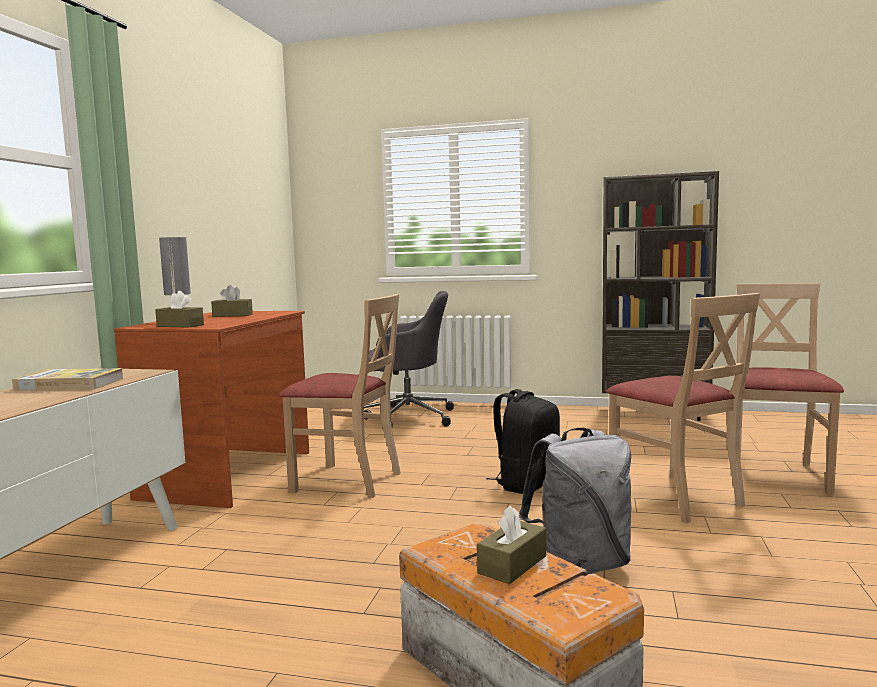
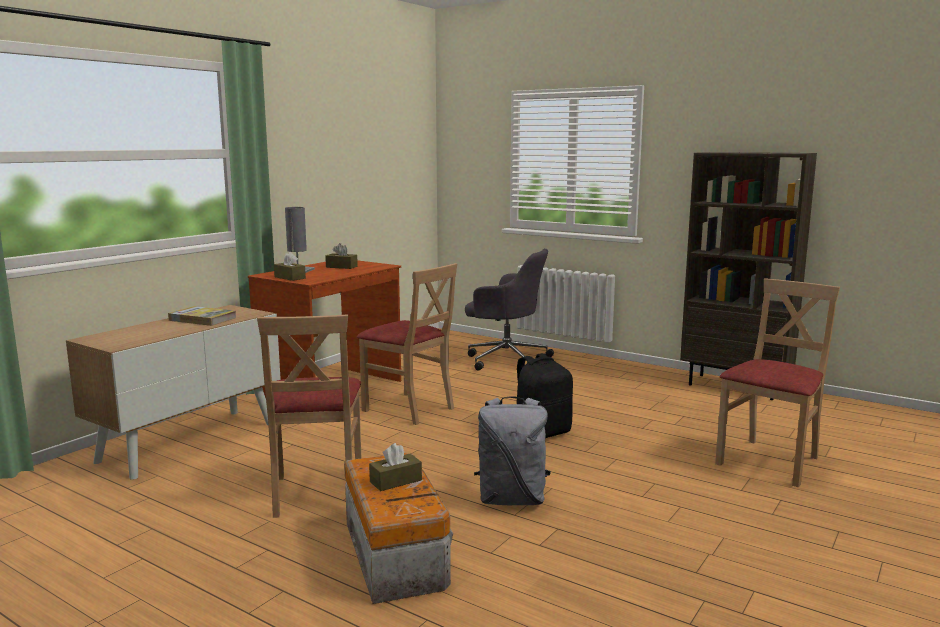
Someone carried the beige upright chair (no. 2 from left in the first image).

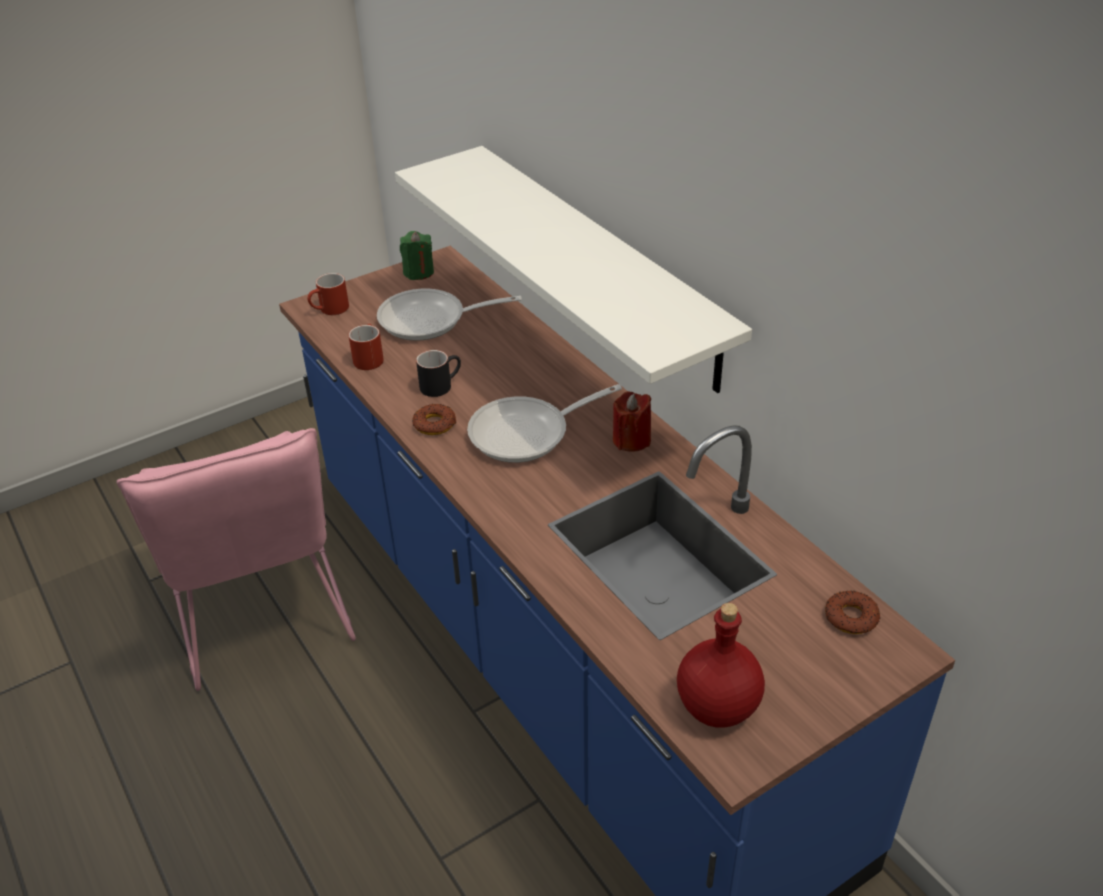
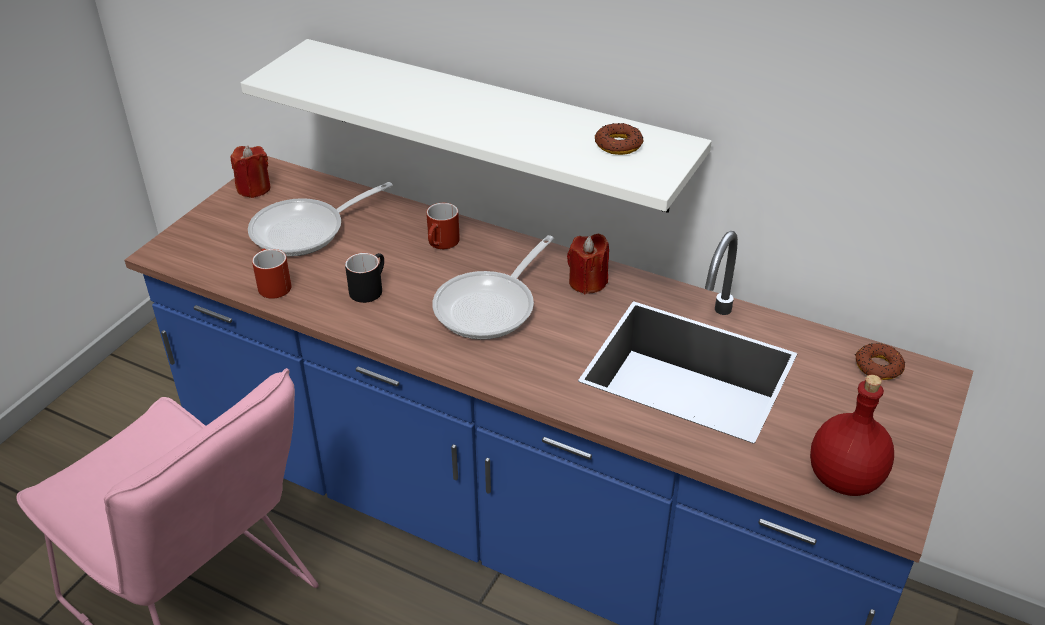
Someone carried the reddish coffee mug (no. 1 from left in the first image).
Someone repainted the green-coloured wax candle, which became the reddish wax candle (no. 1 from left).
Someone carried the donut (no. 1 from left).

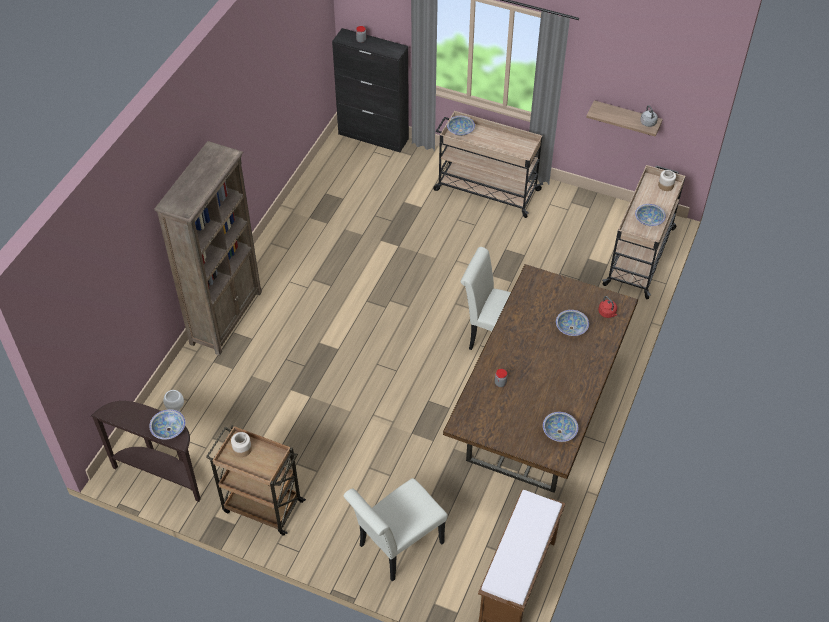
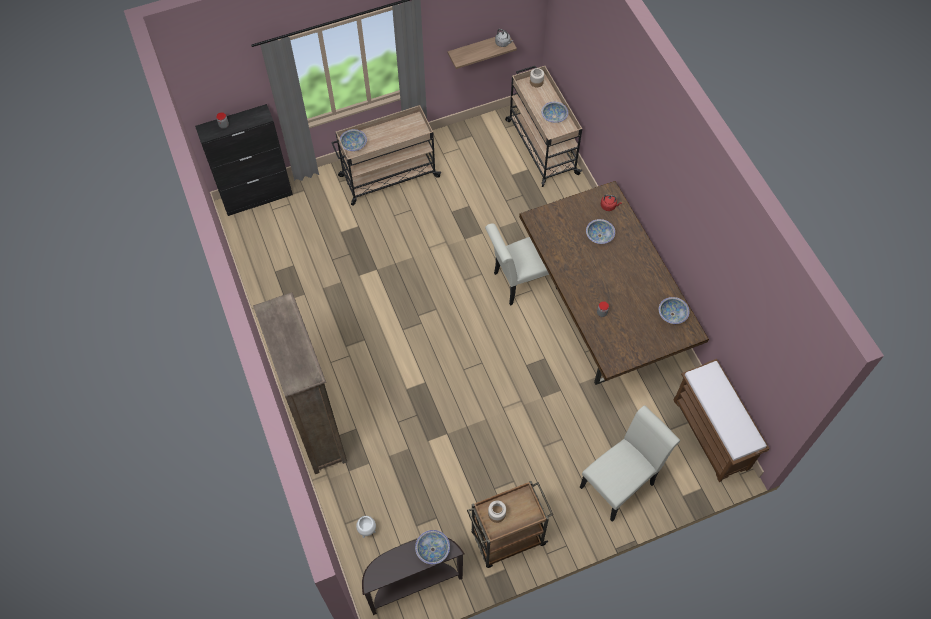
Someone rotated the whitish upright chair (no. 1 from left in the first image) by 135 degrees counterclockwise.

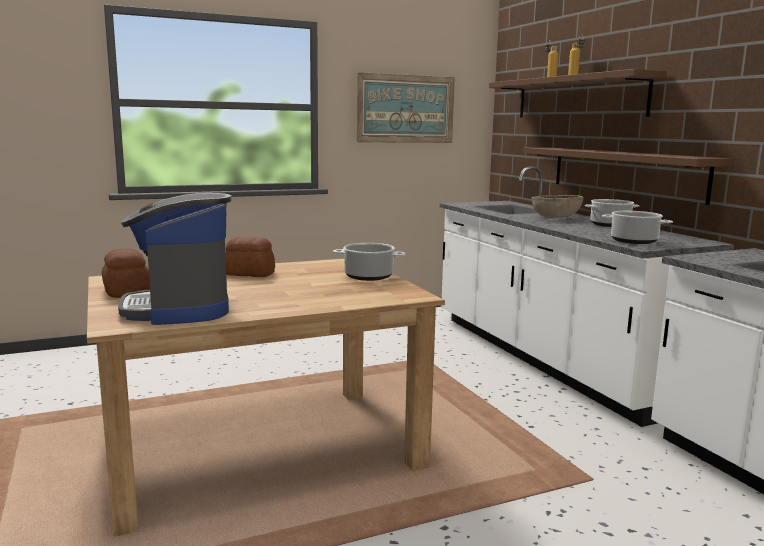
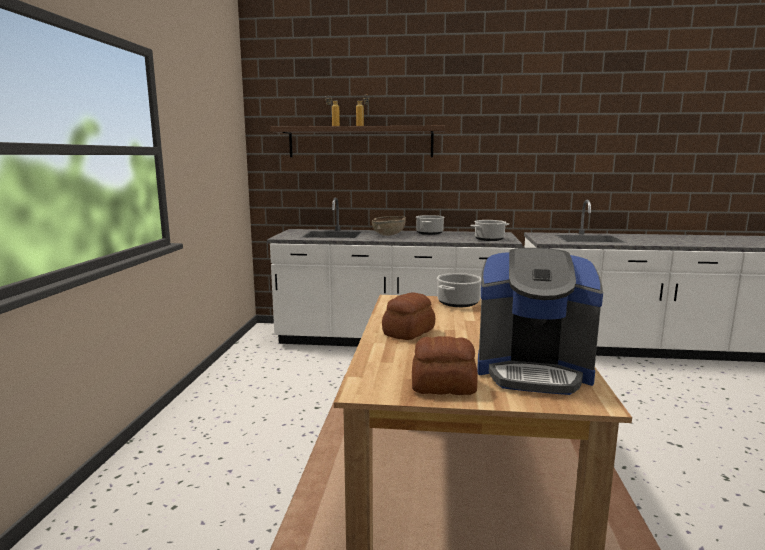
Someone took away the picture.
Someone took away the brown wall shelf (no. 2 from left).

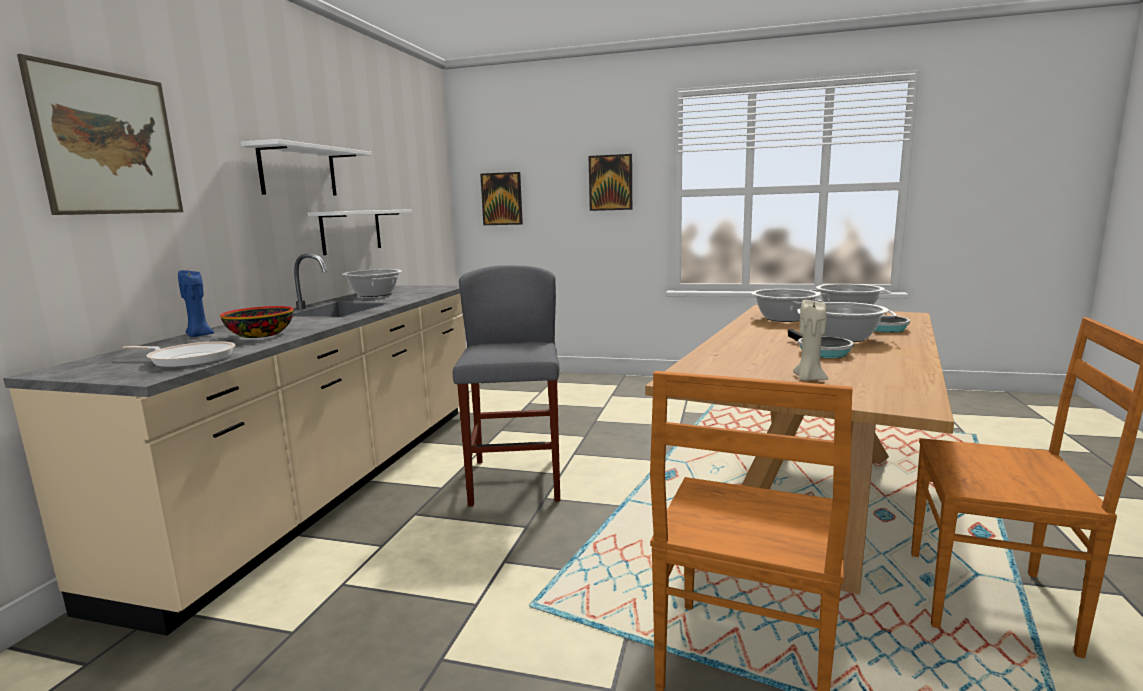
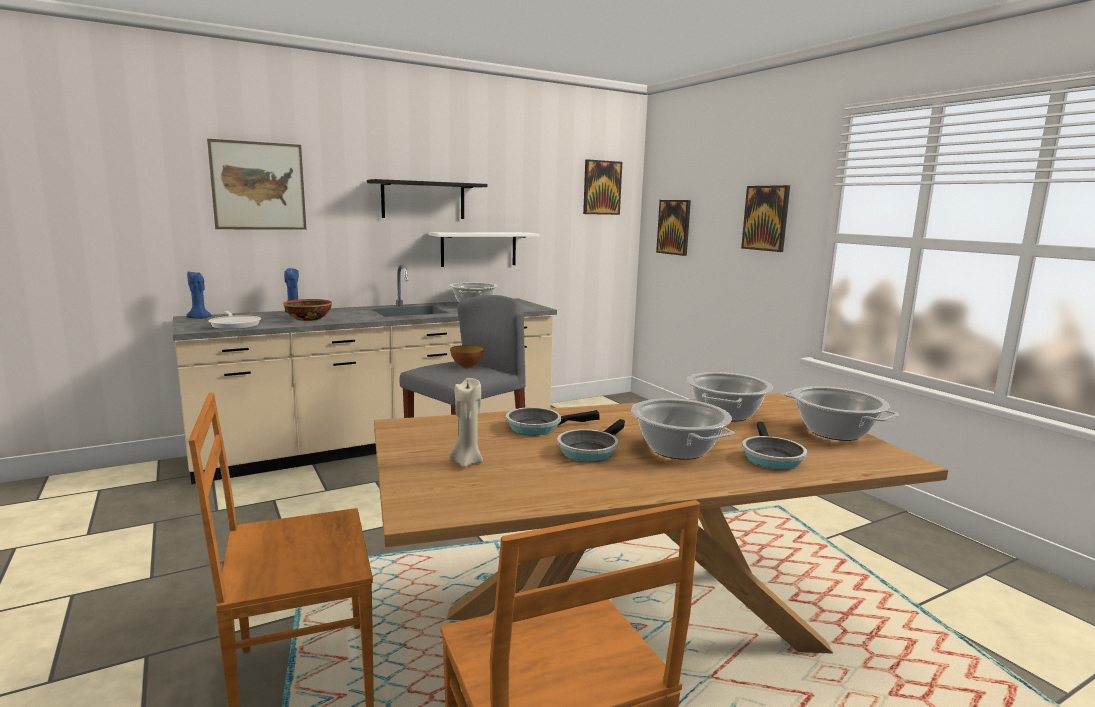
Someone repainted the whitish wall shelf (no. 1 from left), which became the black-coloured wall shelf.
Someone put down the blue-coloured wax candle (no. 1 from left).
Someone put down the bowl (no. 2 from left).
Someone put down the skillet (no. 2 from left).
Someone put up the picture (no. 2 from left).

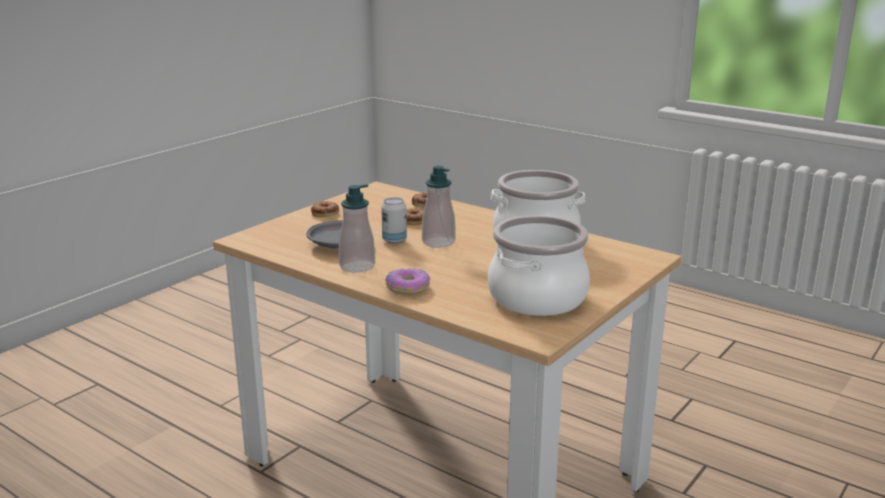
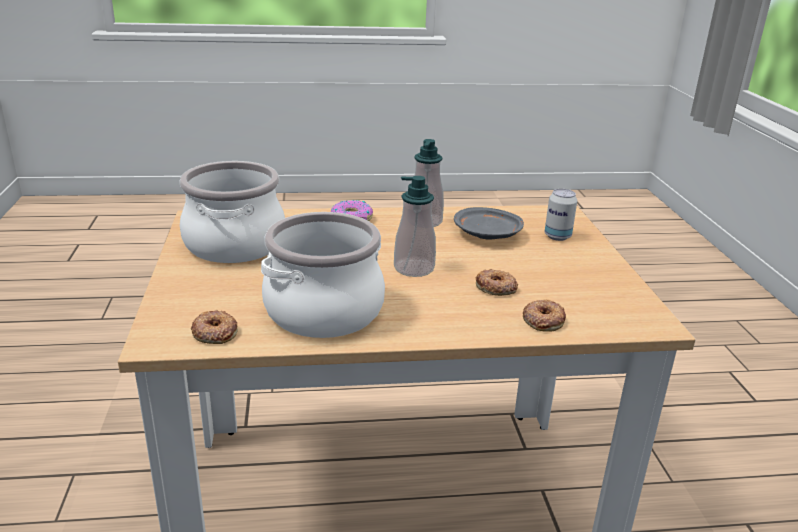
Someone carried the donut (no. 1 from left).
Someone carried the sealed can.

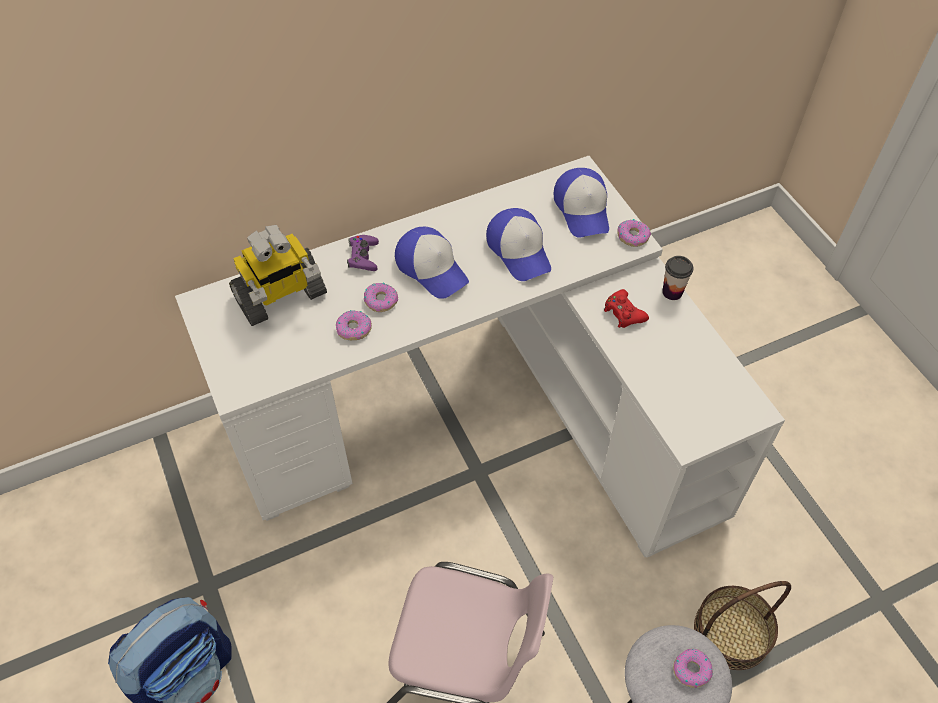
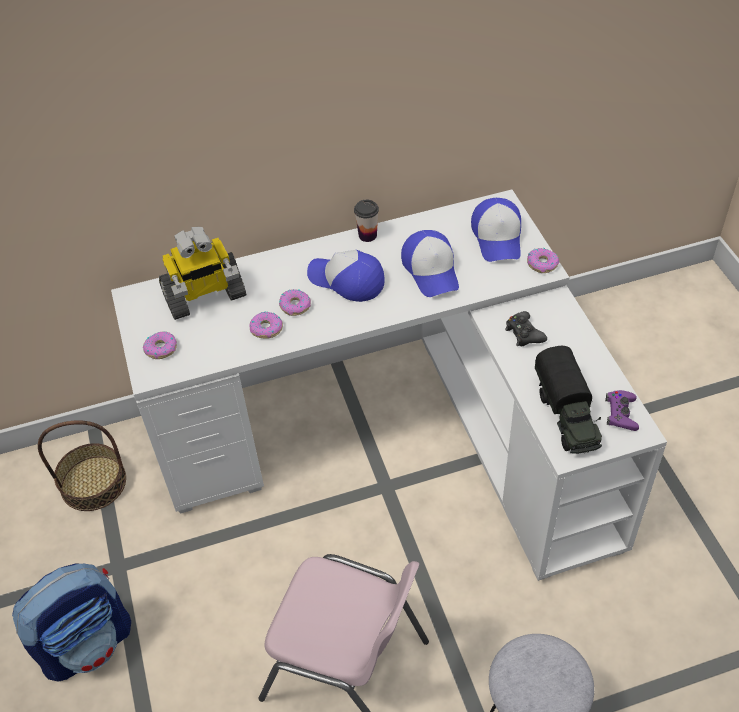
Someone carried the purple game controller.
Someone rotated the peaked cap (no. 1 from left) by 150 degrees clockwise.
Someone repainted the reddish game controller, which became the black-coloured game controller.
Someone carried the small cup.
Someone carried the donut (no. 4 from left in the first image).
Someone carried the storage basket.
Someone put down the toy lorry.

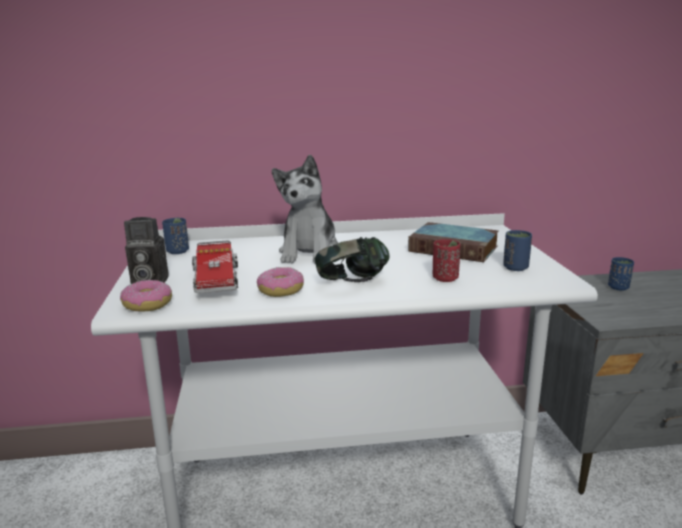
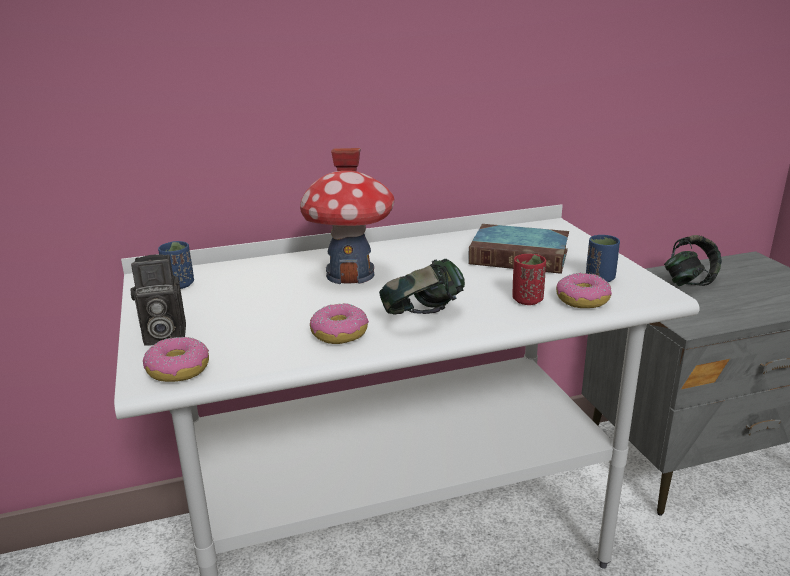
Someone took away the toy lorry.
Someone swapped the cuddly toy for the toy house.
Someone swapped the blue-coloured small cup (no. 3 from left) for the pair of headphones (no. 2 from left).
Someone put down the donut (no. 3 from left).

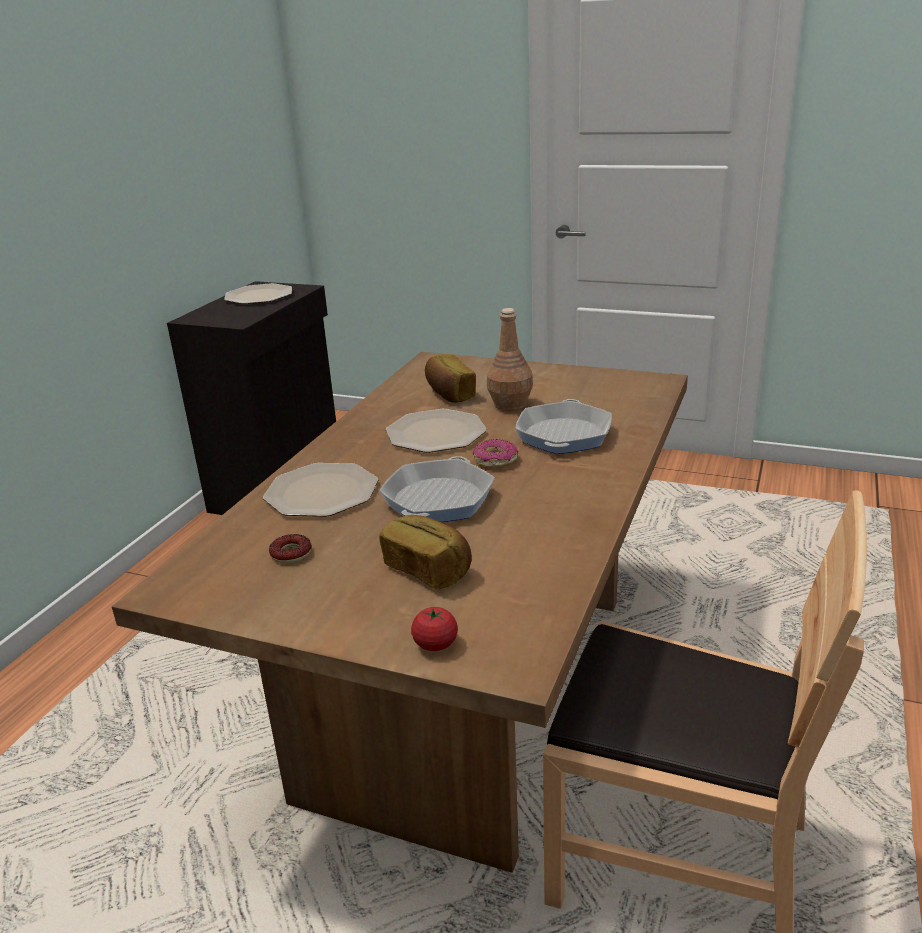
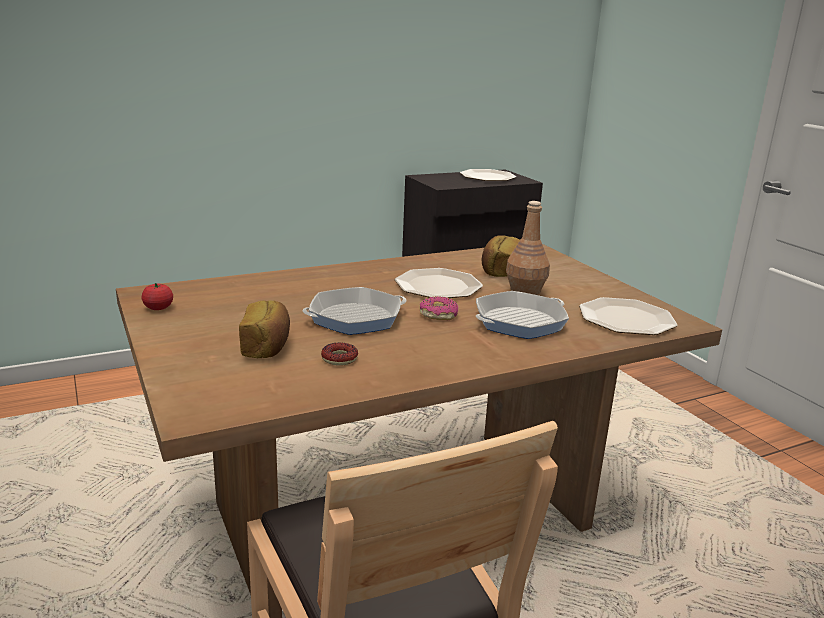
Someone carried the flat dish (no. 2 from left in the first image).
Someone carried the donut (no. 1 from left).
Someone carried the whole tomato.

